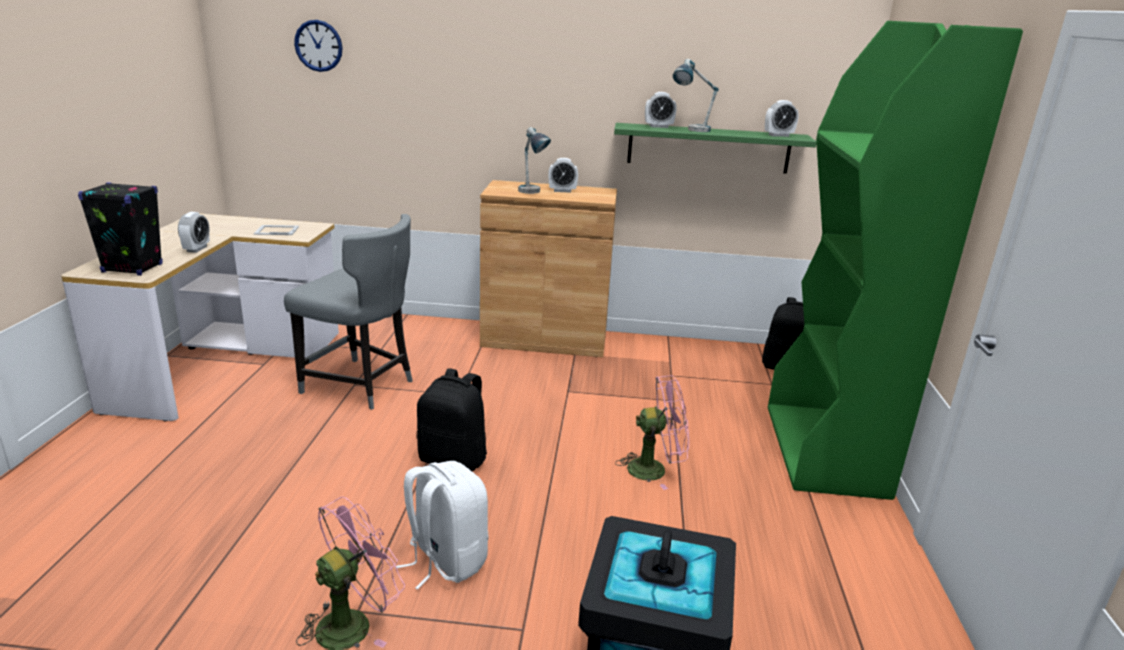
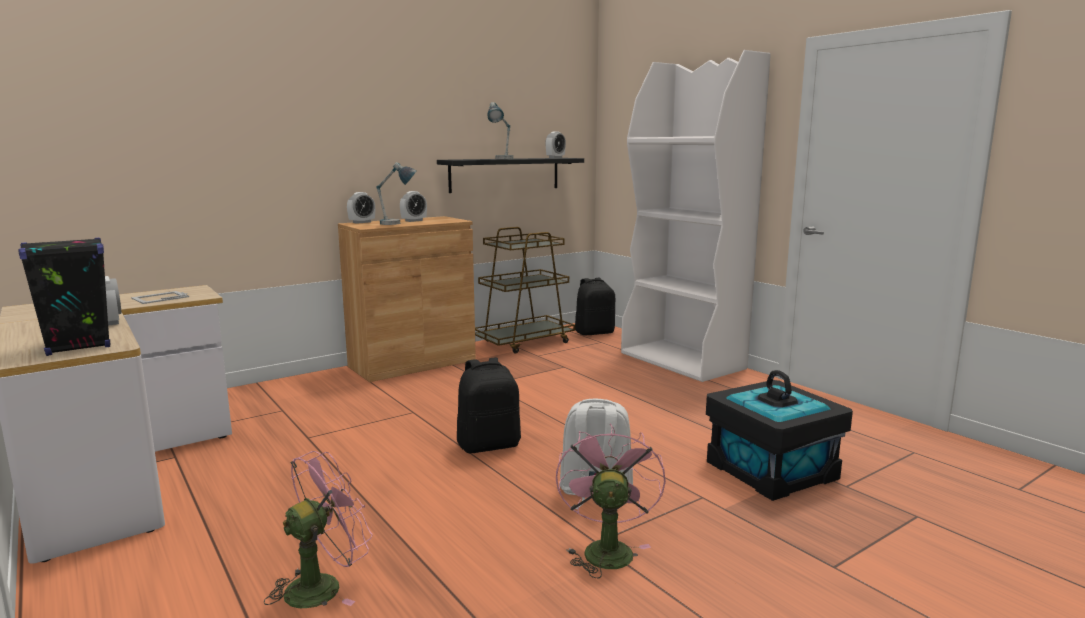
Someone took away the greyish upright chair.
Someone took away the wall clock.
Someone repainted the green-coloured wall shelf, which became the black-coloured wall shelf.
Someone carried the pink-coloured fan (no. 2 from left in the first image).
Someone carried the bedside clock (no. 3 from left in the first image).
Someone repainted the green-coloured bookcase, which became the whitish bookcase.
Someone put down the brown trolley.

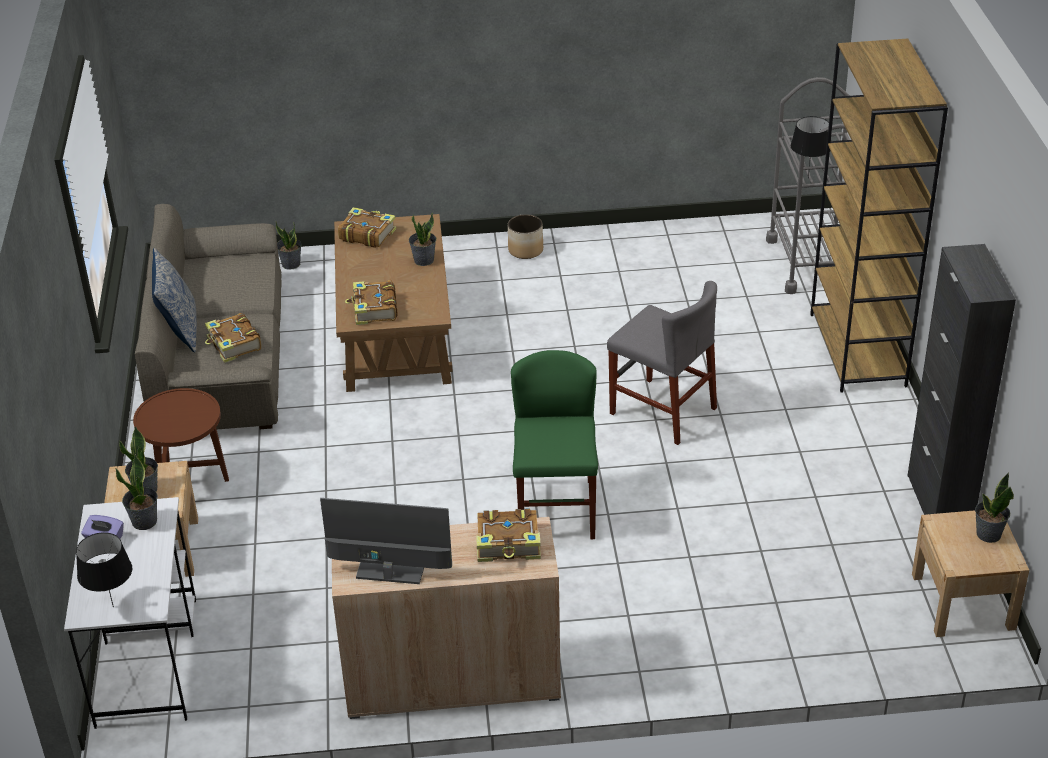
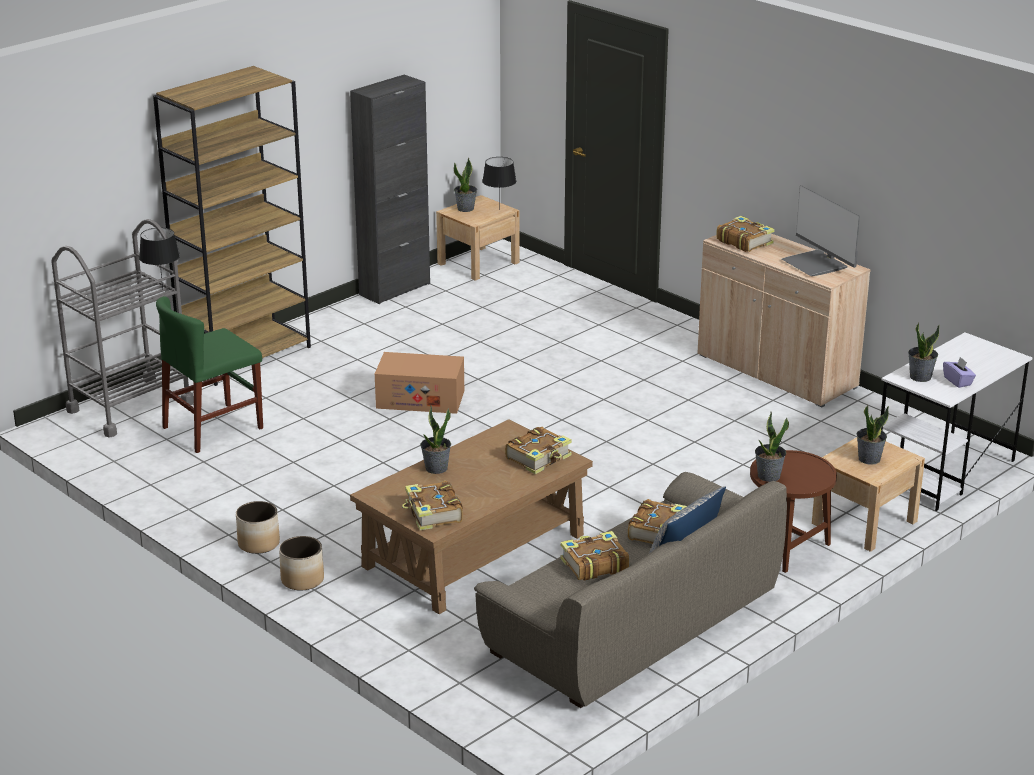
Someone carried the black-coloured table lamp (no. 1 from left in the first image).
Someone carried the plant in a pot (no. 3 from left).
Someone carried the green-coloured upright chair.
Someone swapped the greyish upright chair for the packing box.
Someone put down the plant pot (no. 2 from left).
Someone put down the volume (no. 3 from left).

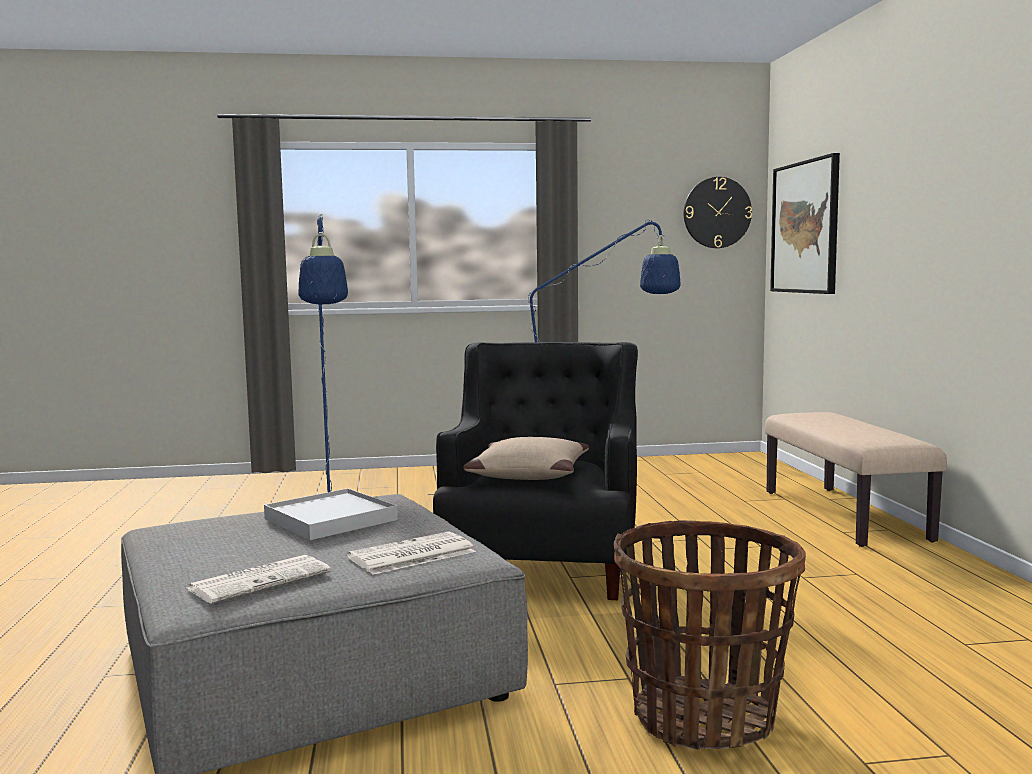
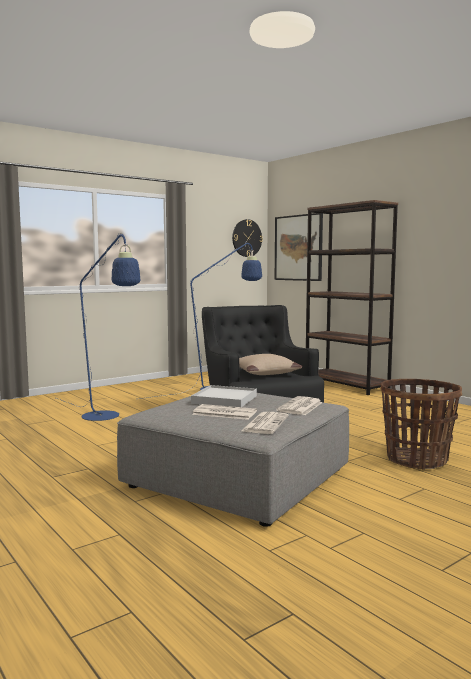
Someone swapped the beige long seat for the brown bookcase.
Someone put down the daily paper (no. 1 from left).

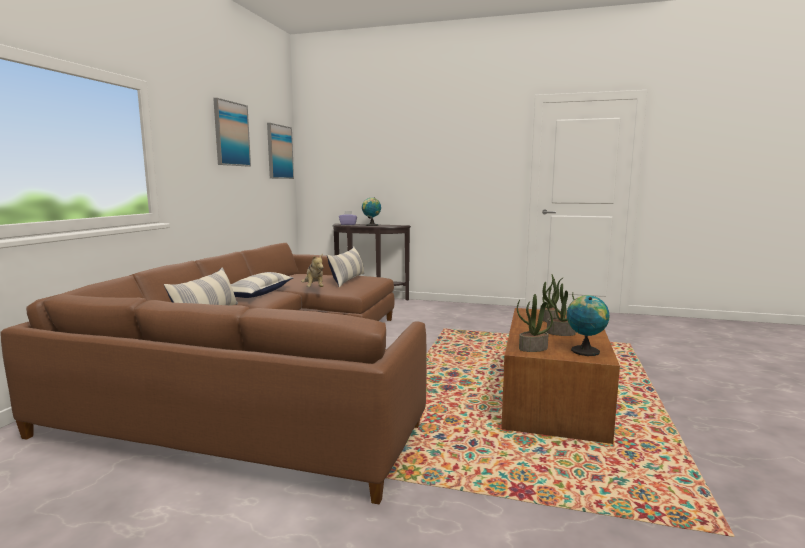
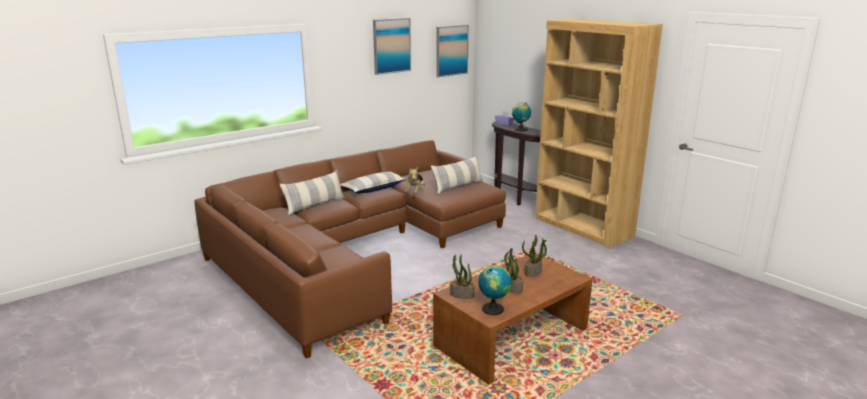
Someone put down the brown bookcase.

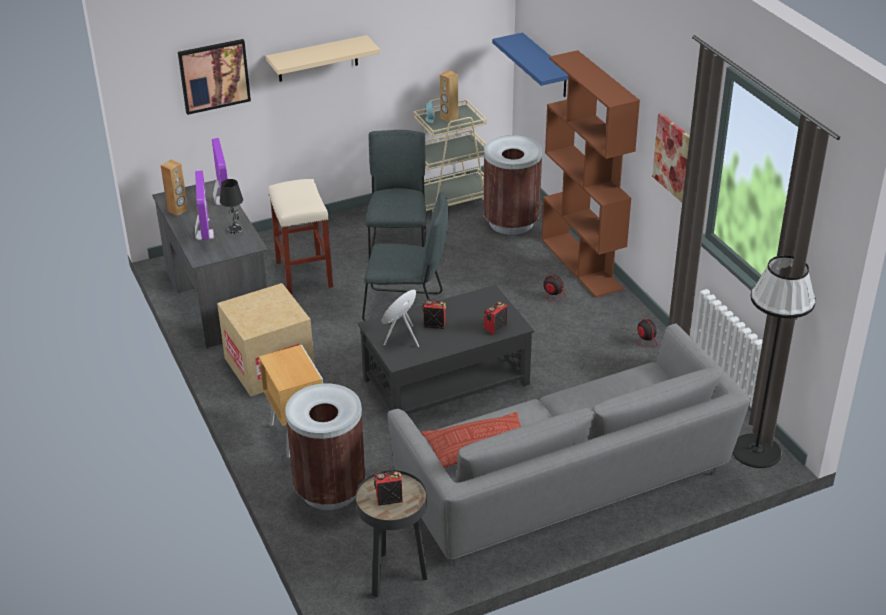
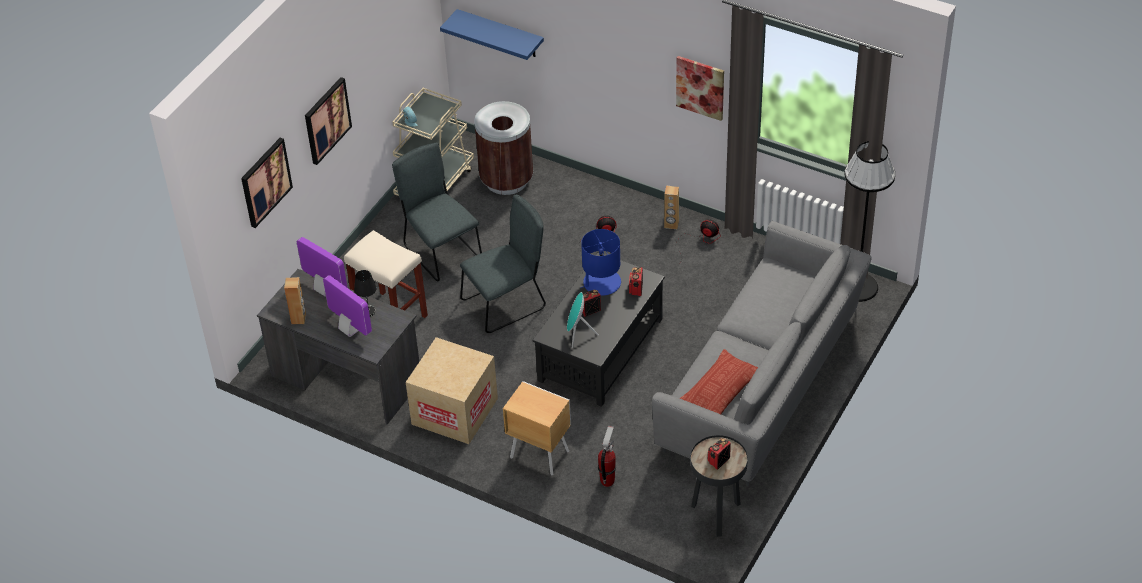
Someone swapped the beige wall shelf for the picture (no. 2 from left).
Someone swapped the brown rubbish bin (no. 1 from left) for the extinguisher.
Someone carried the brown audio speaker (no. 2 from left).
Someone took away the brown bookcase.
Someone put down the blue-coloured table lamp.

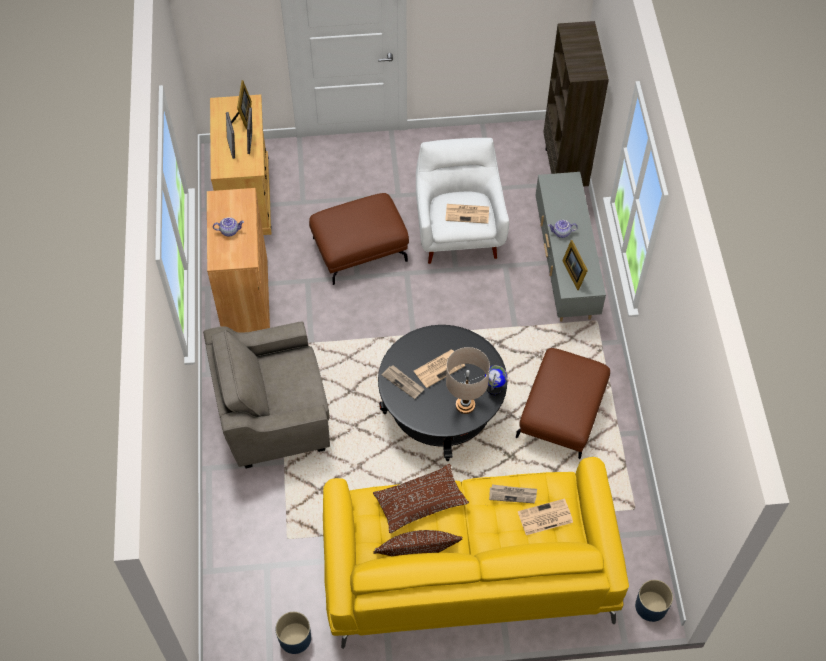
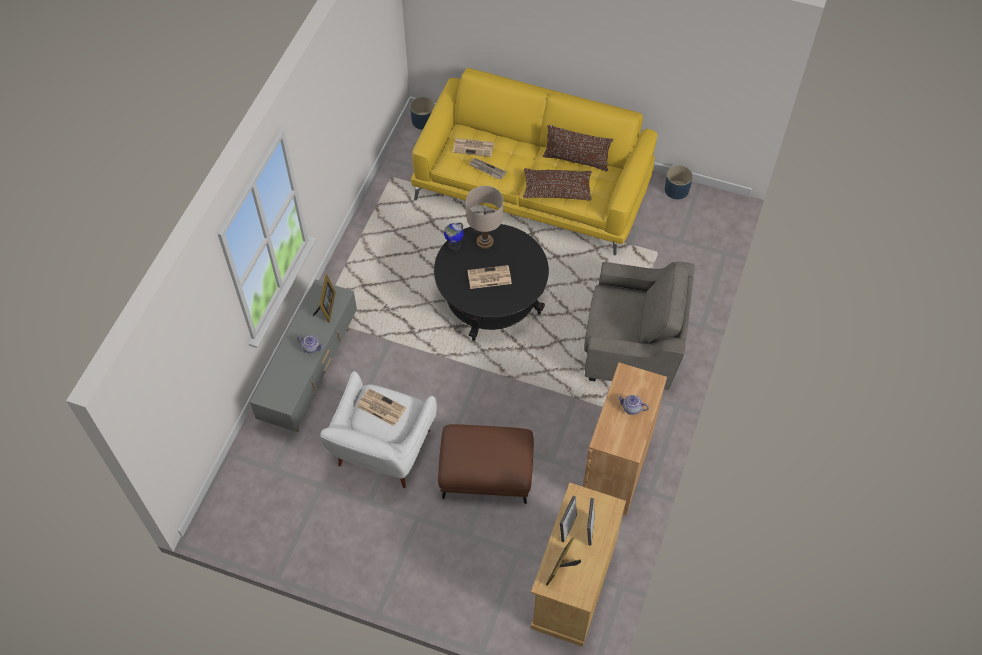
Someone took away the daily paper (no. 1 from left).
Someone took away the brown pouffe (no. 2 from left).
Someone took away the brown bookcase.

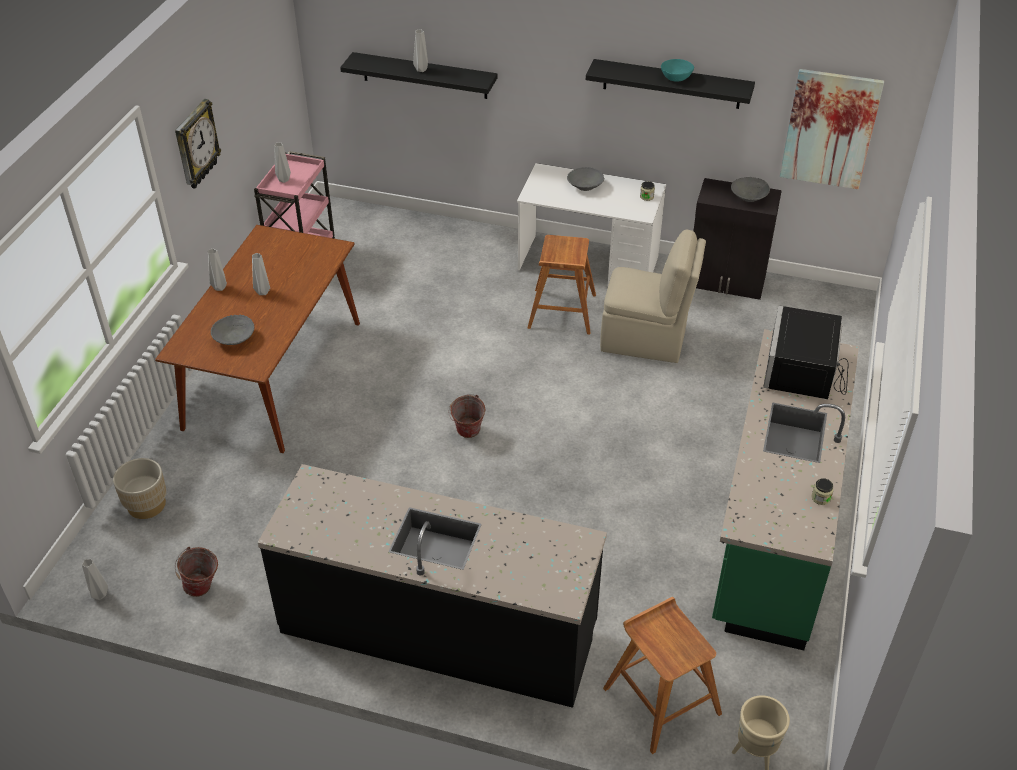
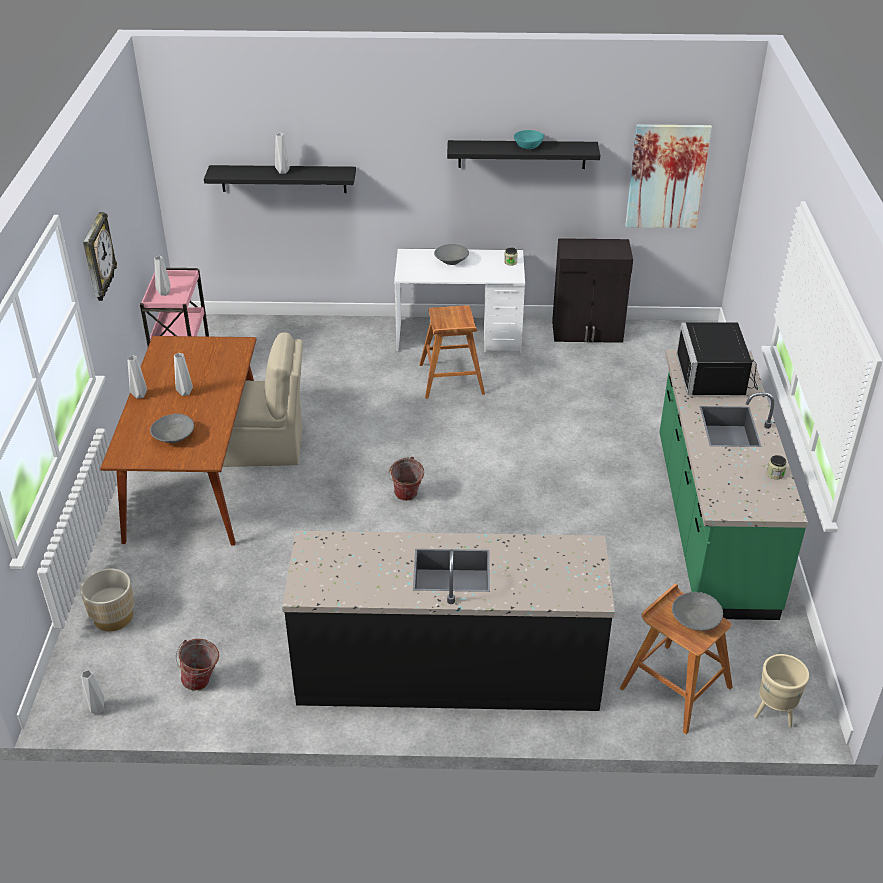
Someone carried the beige upright chair.
Someone carried the greyish bowl (no. 3 from left).

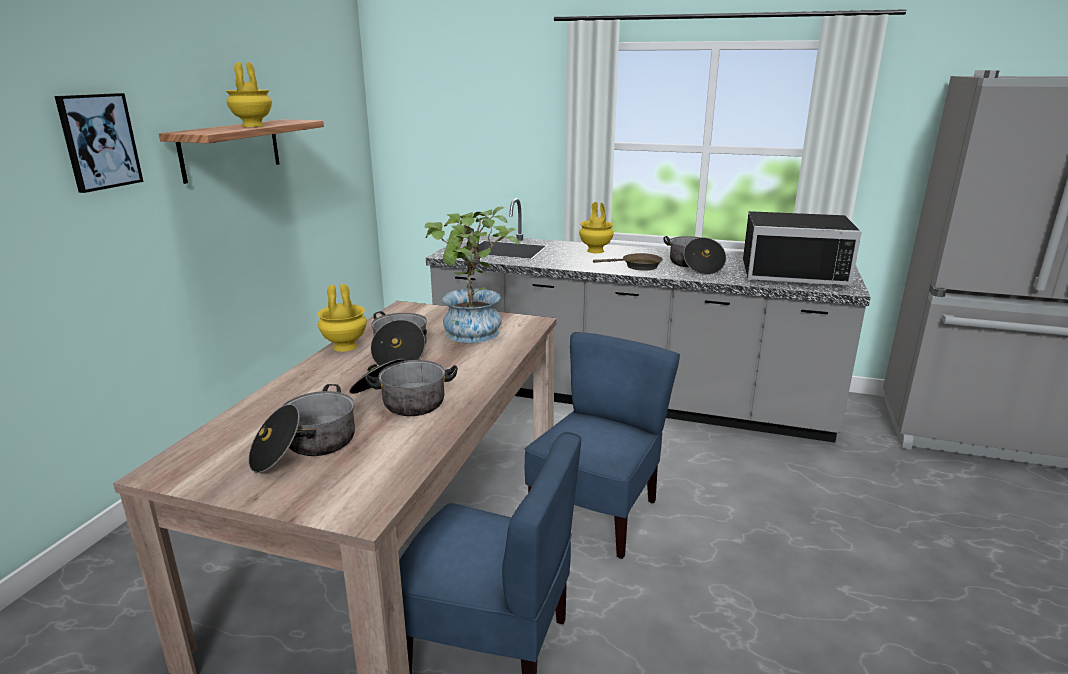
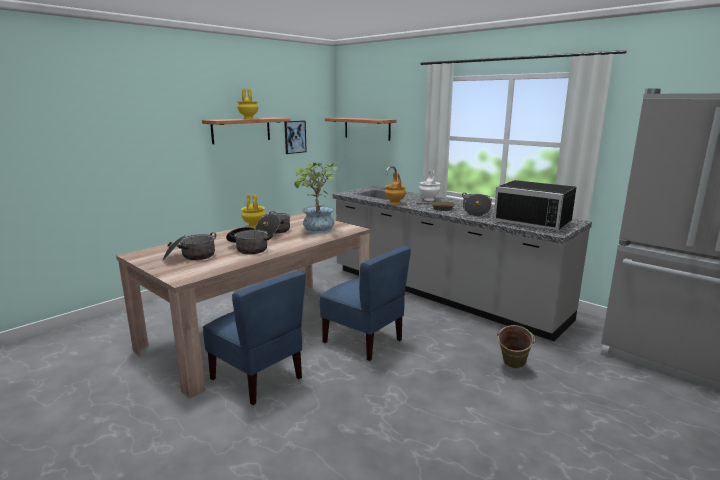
Someone carried the picture.
Someone rotated the blue-coloured upright chair (no. 2 from left) by 75 degrees clockwise.
Someone repainted the yellowish decorative vase (no. 3 from left), which became the whitish decorative vase.
Someone put up the wall shelf (no. 2 from left).
Someone put down the brown decorative vase.
Someone put down the green-coloured water bucket.

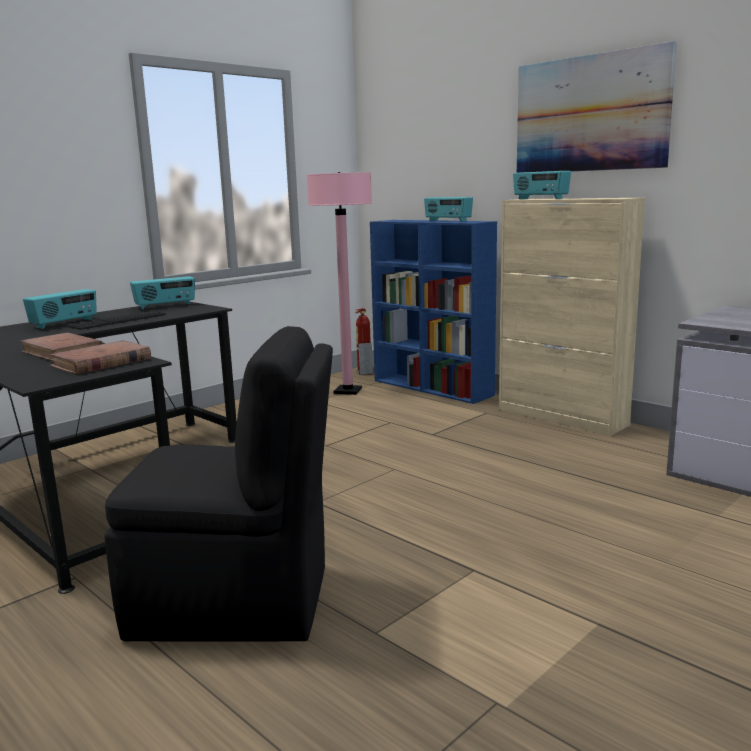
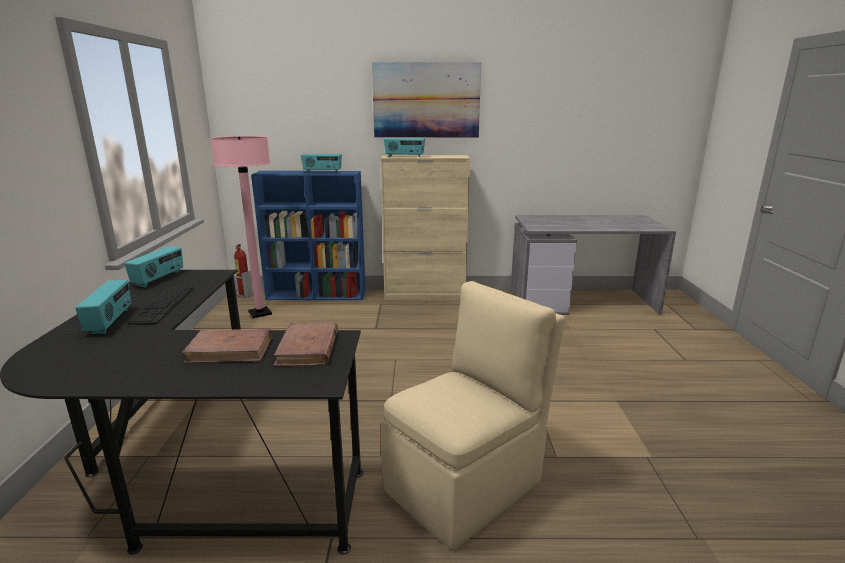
Someone repainted the black-coloured upright chair, which became the beige upright chair.

